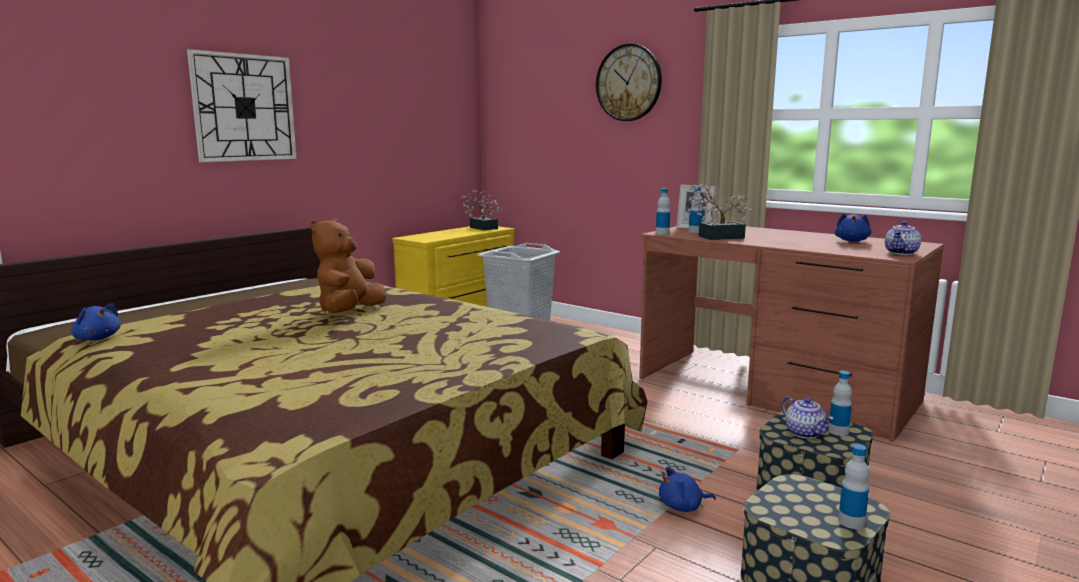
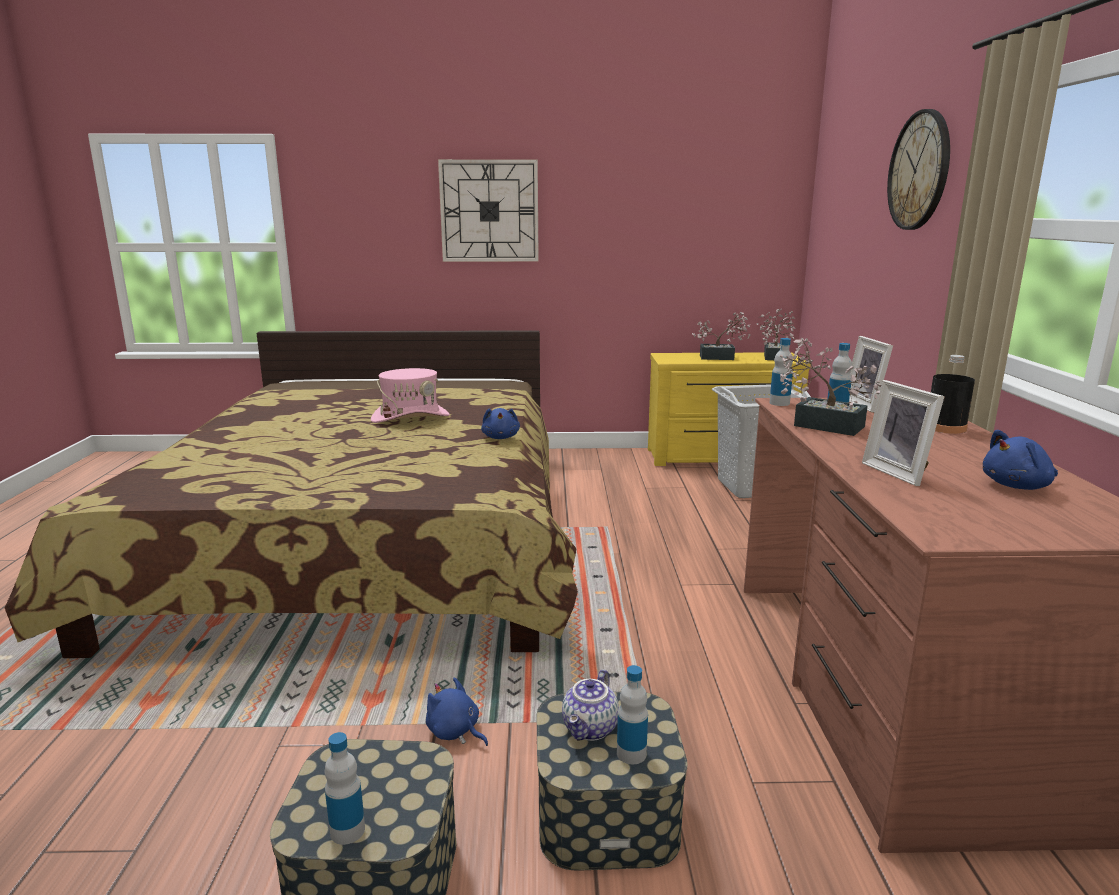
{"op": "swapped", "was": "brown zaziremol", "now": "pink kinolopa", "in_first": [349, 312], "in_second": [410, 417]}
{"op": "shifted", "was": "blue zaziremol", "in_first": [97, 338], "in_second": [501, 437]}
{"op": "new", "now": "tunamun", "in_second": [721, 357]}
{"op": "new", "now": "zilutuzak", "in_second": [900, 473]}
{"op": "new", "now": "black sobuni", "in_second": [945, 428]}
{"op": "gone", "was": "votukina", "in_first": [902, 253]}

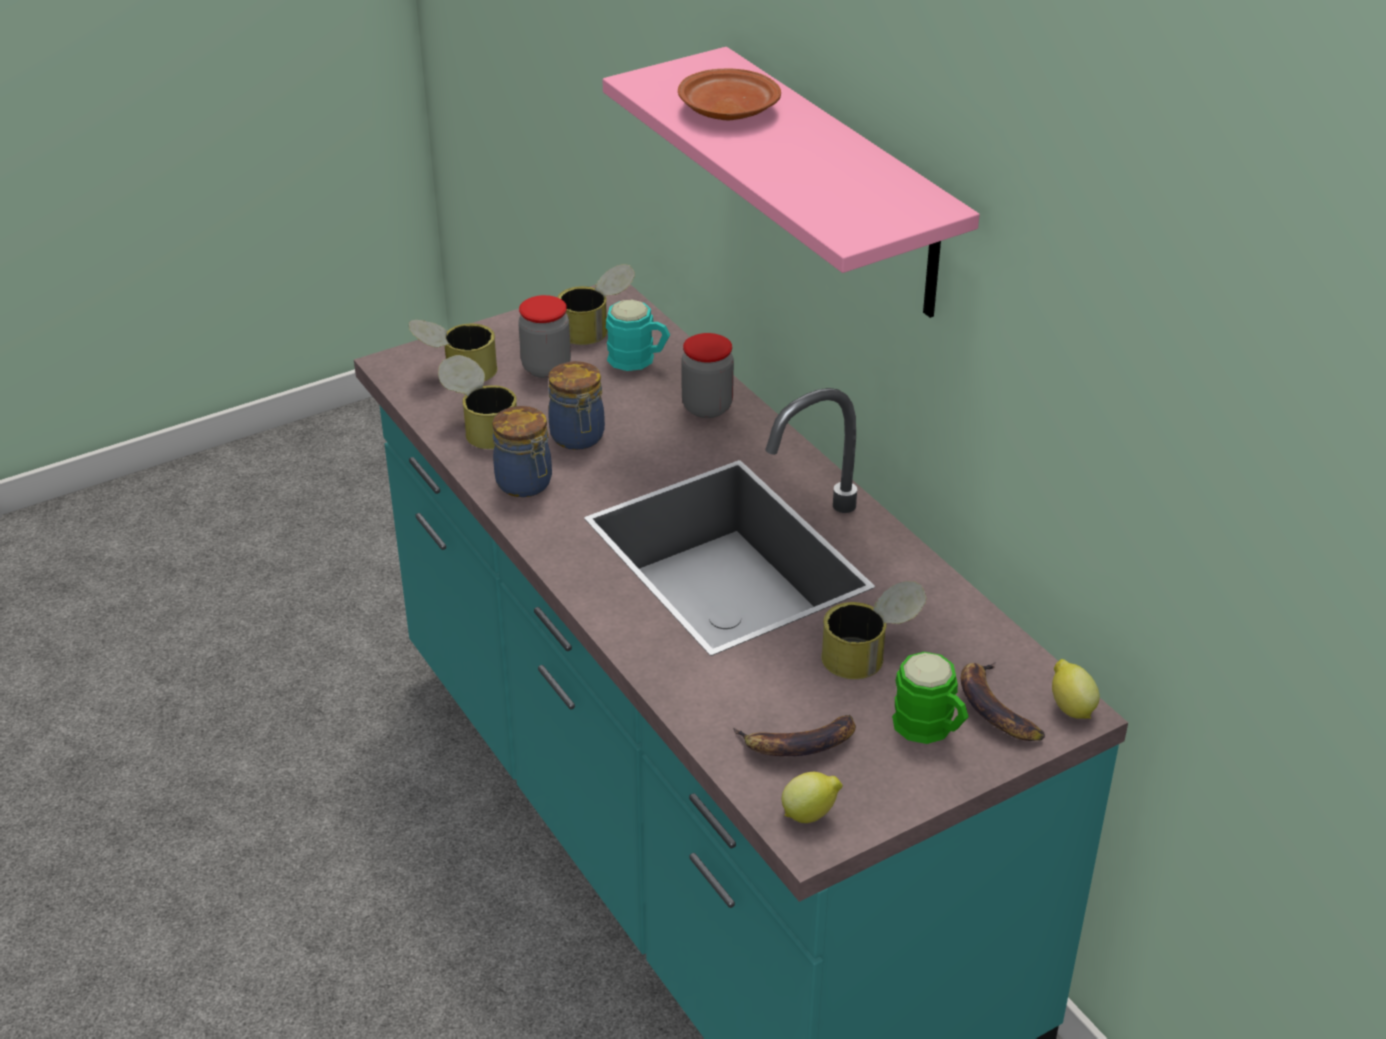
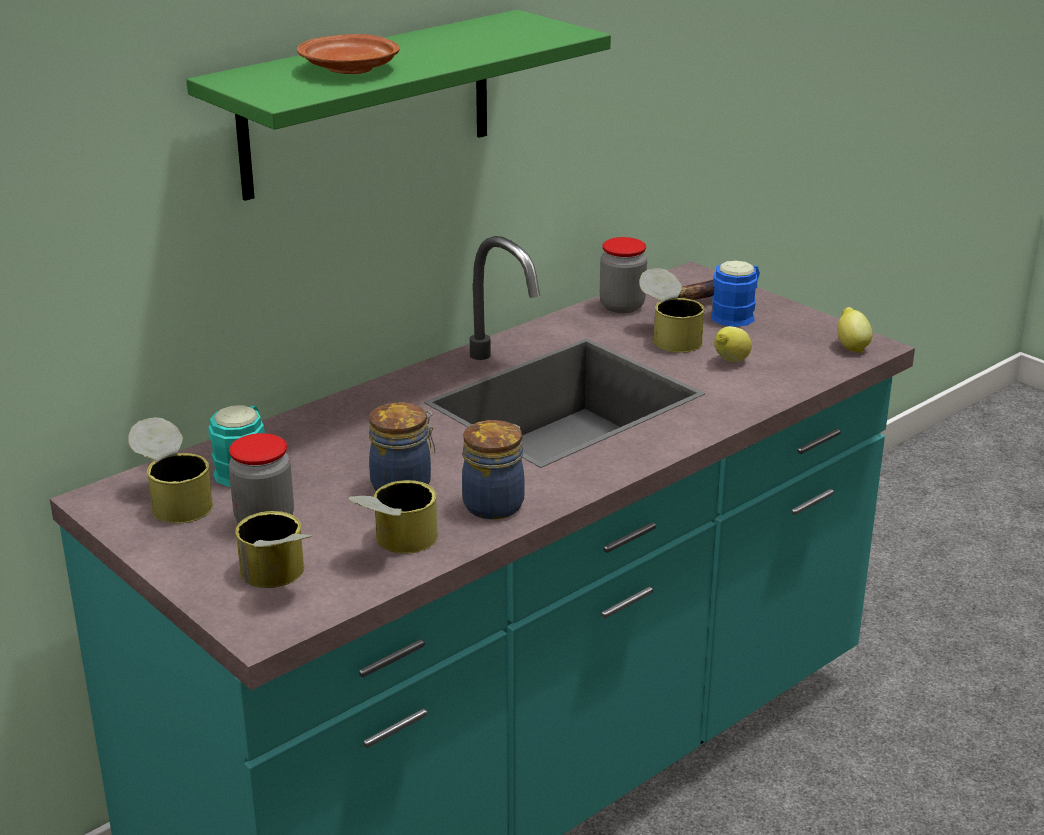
{"op": "repainted", "was": "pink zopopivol", "now": "green zopopivol", "in_first": [840, 185], "in_second": [367, 104]}
{"op": "shifted", "was": "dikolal", "in_first": [707, 407], "in_second": [622, 306]}
{"op": "repainted", "was": "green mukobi", "now": "blue mukobi", "in_first": [931, 728], "in_second": [737, 314]}
{"op": "shifted", "was": "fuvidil", "in_first": [1070, 707], "in_second": [730, 362]}
{"op": "gone", "was": "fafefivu", "in_first": [798, 744]}

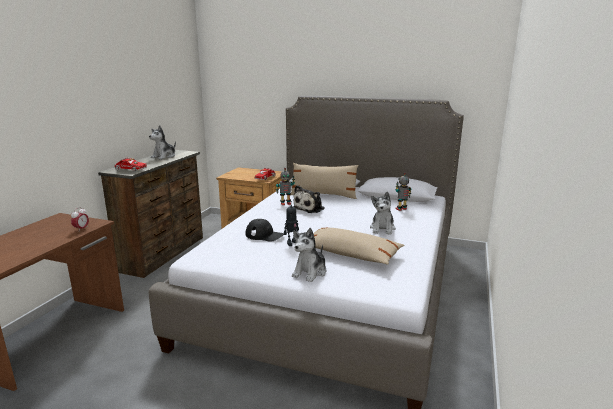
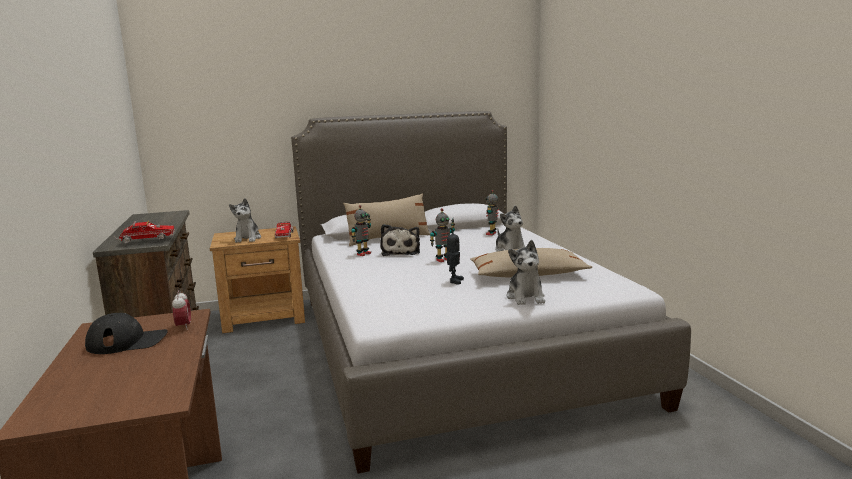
{"op": "shifted", "was": "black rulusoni", "in_first": [264, 235], "in_second": [127, 342]}
{"op": "shifted", "was": "zaziremol", "in_first": [164, 156], "in_second": [247, 239]}
{"op": "new", "now": "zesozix", "in_second": [443, 260]}

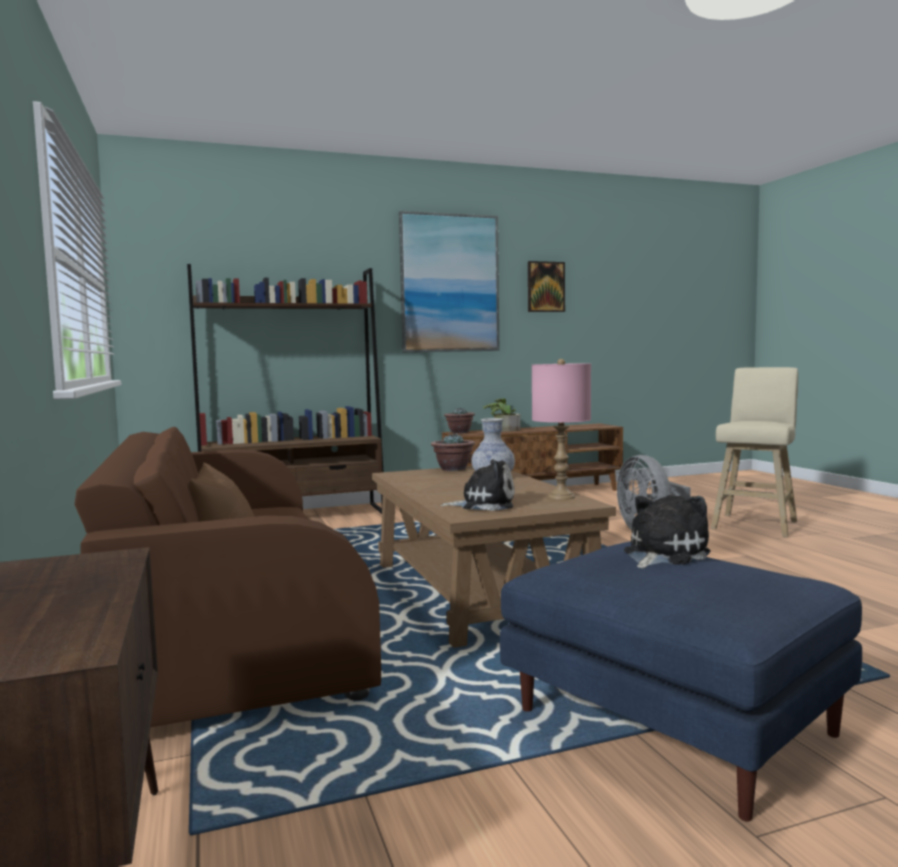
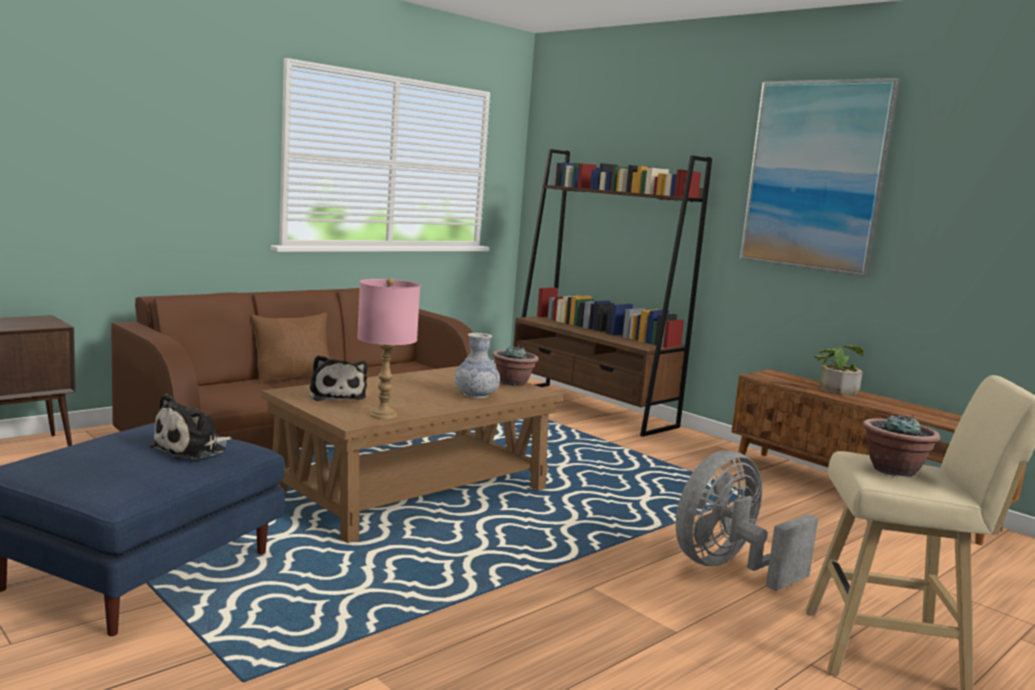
{"op": "rotated", "was": "zaziremol", "in_first": [662, 554], "in_second": [193, 449], "clockwise": 105}
{"op": "shifted", "was": "tunamun", "in_first": [459, 432], "in_second": [893, 470]}
{"op": "gone", "was": "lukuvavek", "in_first": [545, 287]}

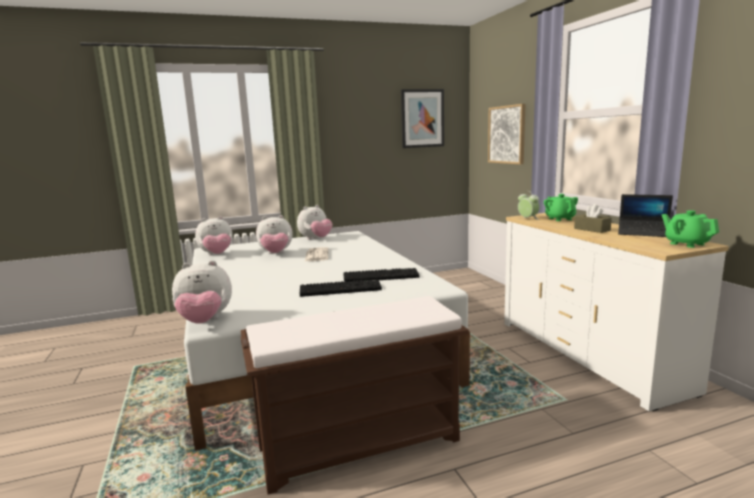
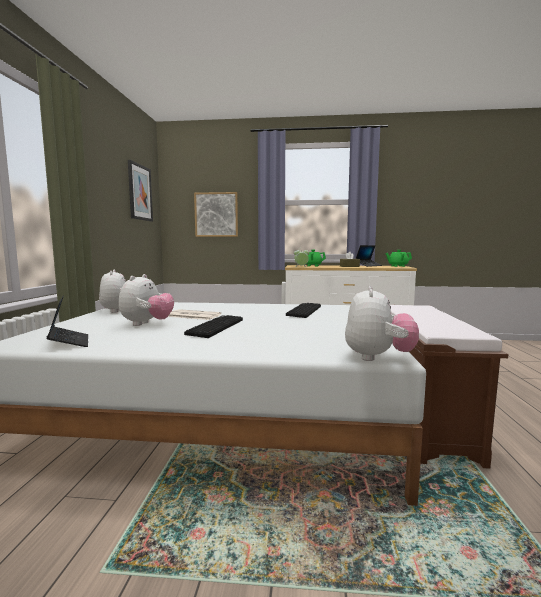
{"op": "swapped", "was": "zaziremol", "now": "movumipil", "in_first": [217, 255], "in_second": [69, 342]}
{"op": "shifted", "was": "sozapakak", "in_first": [341, 289], "in_second": [215, 327]}

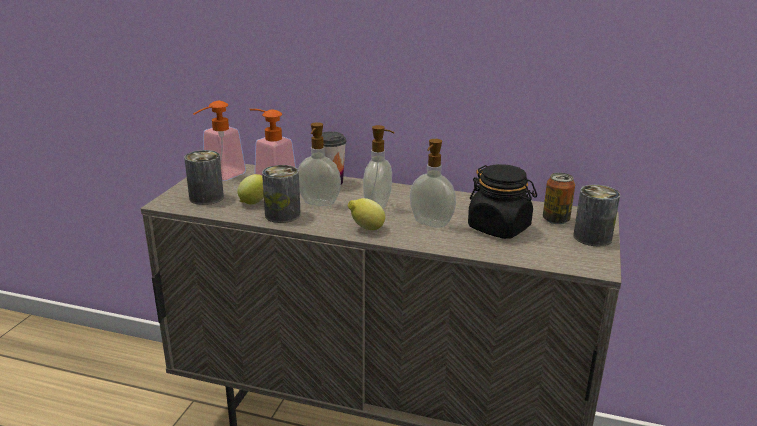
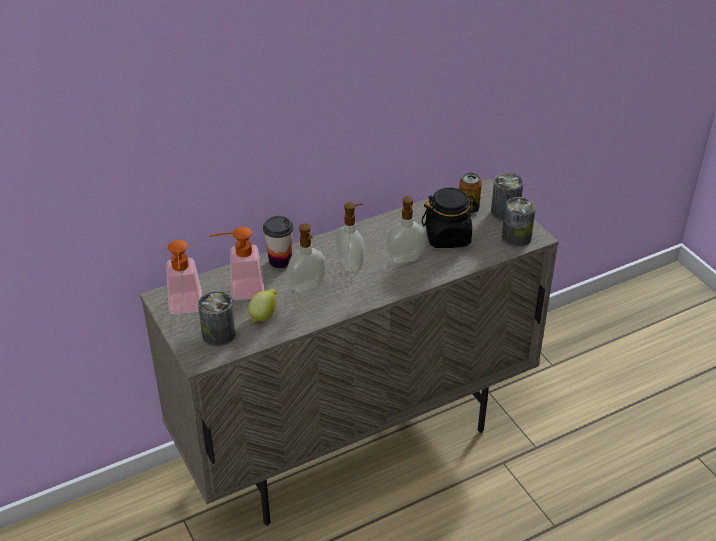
{"op": "shifted", "was": "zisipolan", "in_first": [282, 215], "in_second": [516, 237]}
{"op": "gone", "was": "fuvidil", "in_first": [366, 229]}

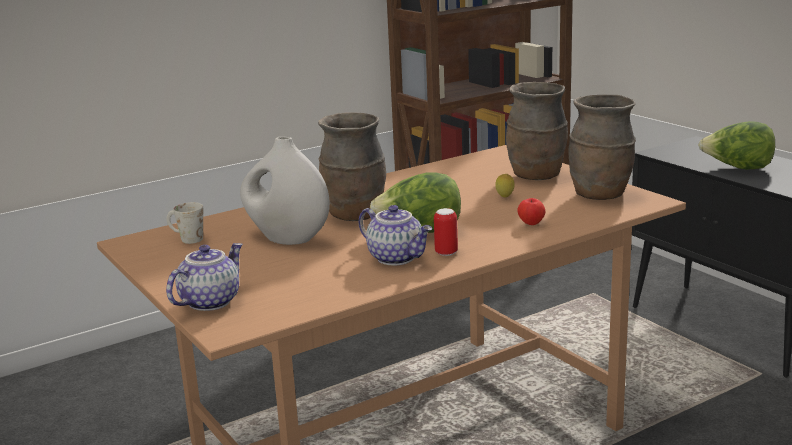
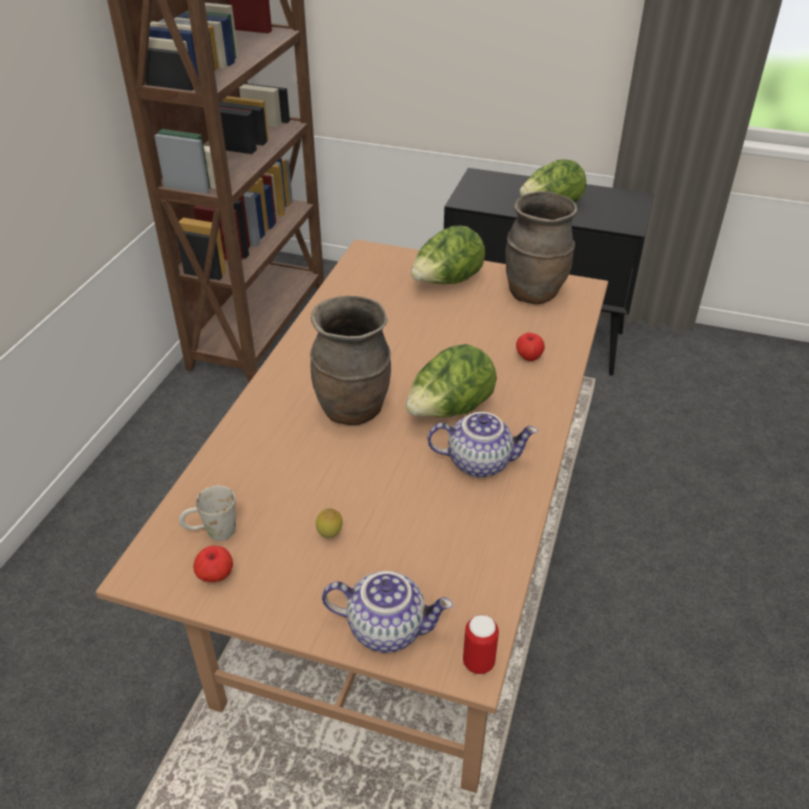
{"op": "new", "now": "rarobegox", "in_second": [215, 576]}
{"op": "shifted", "was": "fuvidil", "in_first": [505, 197], "in_second": [330, 536]}
{"op": "rotated", "was": "votukina", "in_first": [209, 301], "in_second": [388, 627], "clockwise": 105}
{"op": "swapped", "was": "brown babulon", "now": "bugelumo", "in_first": [537, 176], "in_second": [447, 283]}
{"op": "shifted", "was": "zisipolan", "in_first": [446, 253], "in_second": [478, 662]}
{"op": "gone", "was": "white babulon", "in_first": [287, 239]}

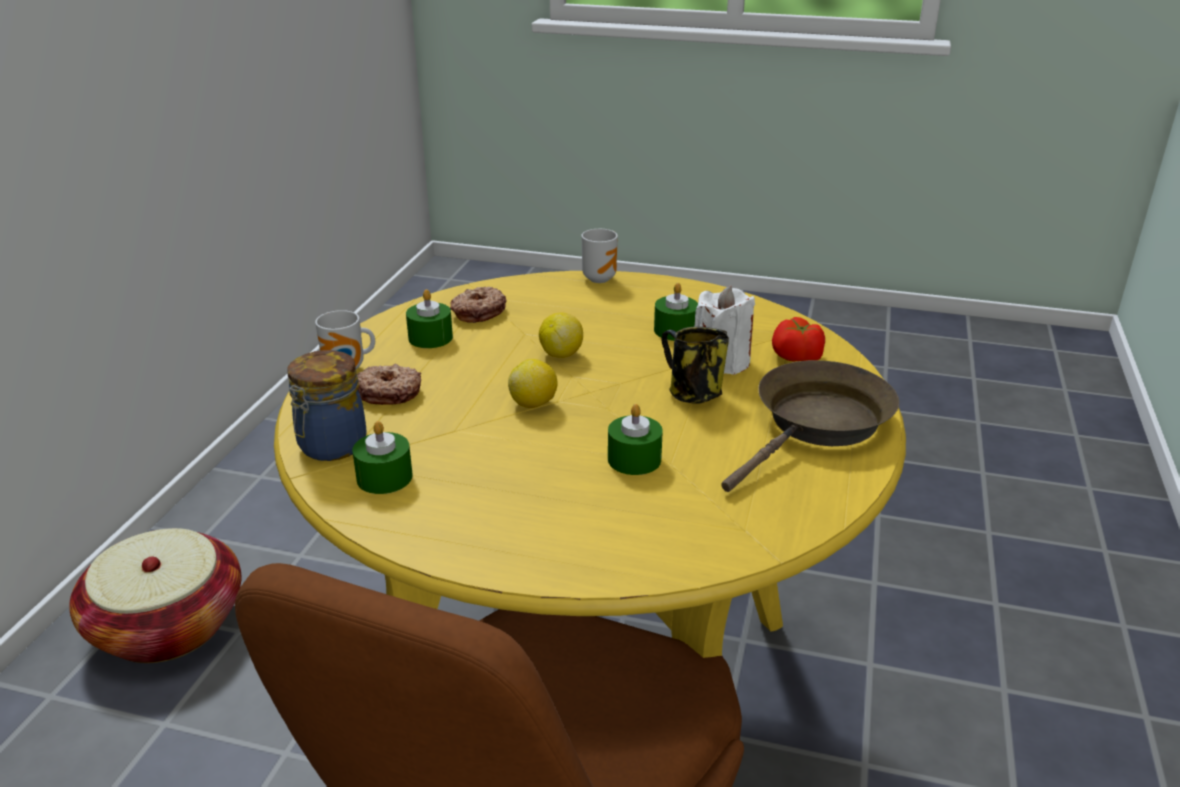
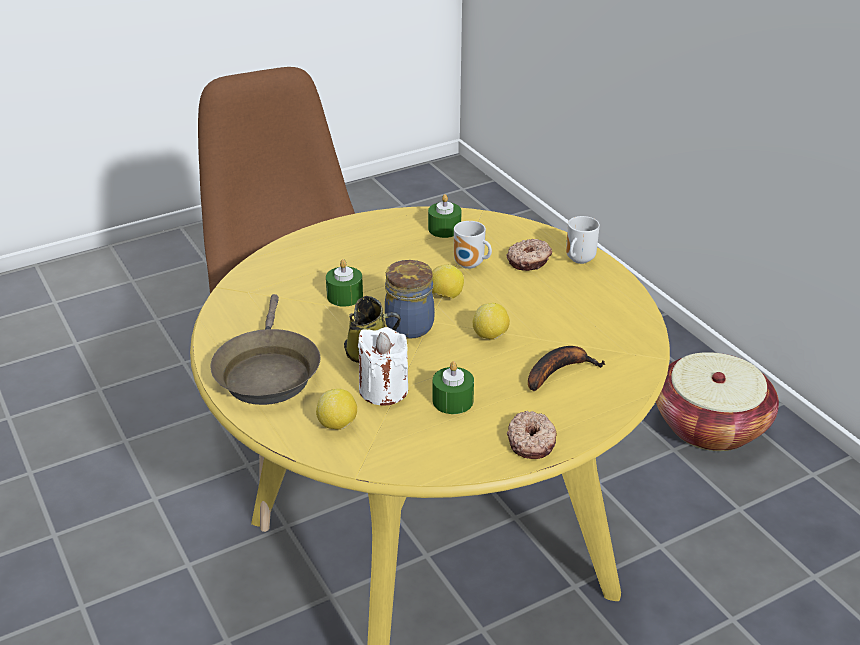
{"op": "swapped", "was": "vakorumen", "now": "fuvidil", "in_first": [796, 357], "in_second": [338, 425]}
{"op": "shifted", "was": "dikolal", "in_first": [330, 446], "in_second": [409, 325]}
{"op": "shifted", "was": "mukobi", "in_first": [600, 278], "in_second": [470, 265]}
{"op": "shifted", "was": "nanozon", "in_first": [478, 312], "in_second": [532, 442]}
{"op": "new", "now": "fafefivu", "in_second": [558, 371]}
{"op": "gone", "was": "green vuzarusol", "in_first": [430, 338]}

